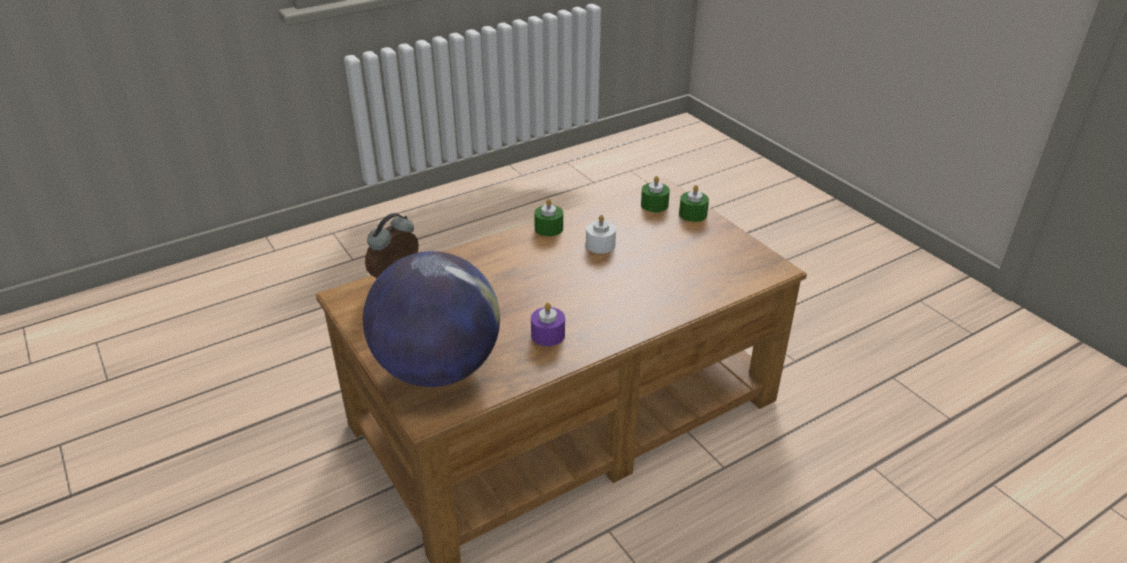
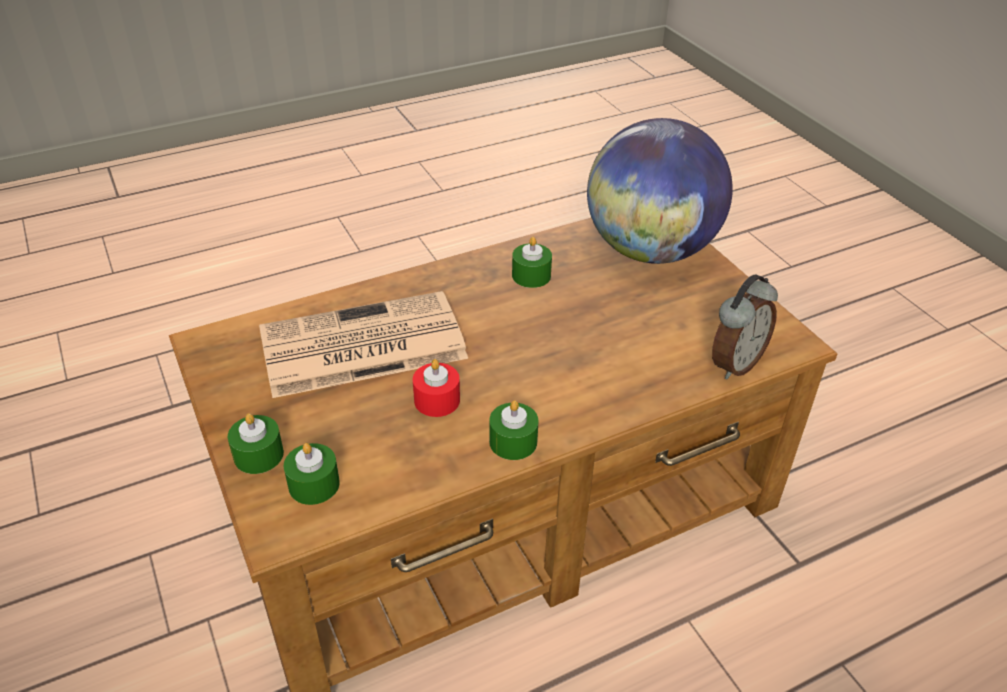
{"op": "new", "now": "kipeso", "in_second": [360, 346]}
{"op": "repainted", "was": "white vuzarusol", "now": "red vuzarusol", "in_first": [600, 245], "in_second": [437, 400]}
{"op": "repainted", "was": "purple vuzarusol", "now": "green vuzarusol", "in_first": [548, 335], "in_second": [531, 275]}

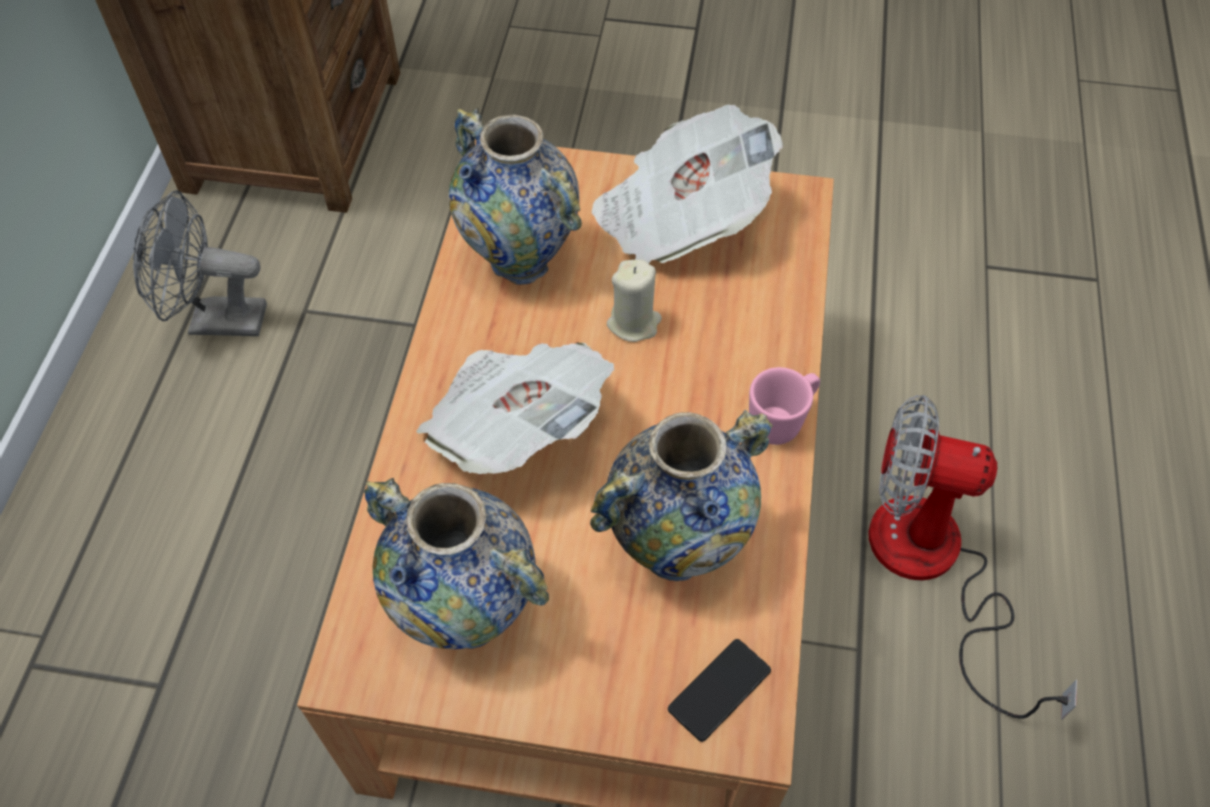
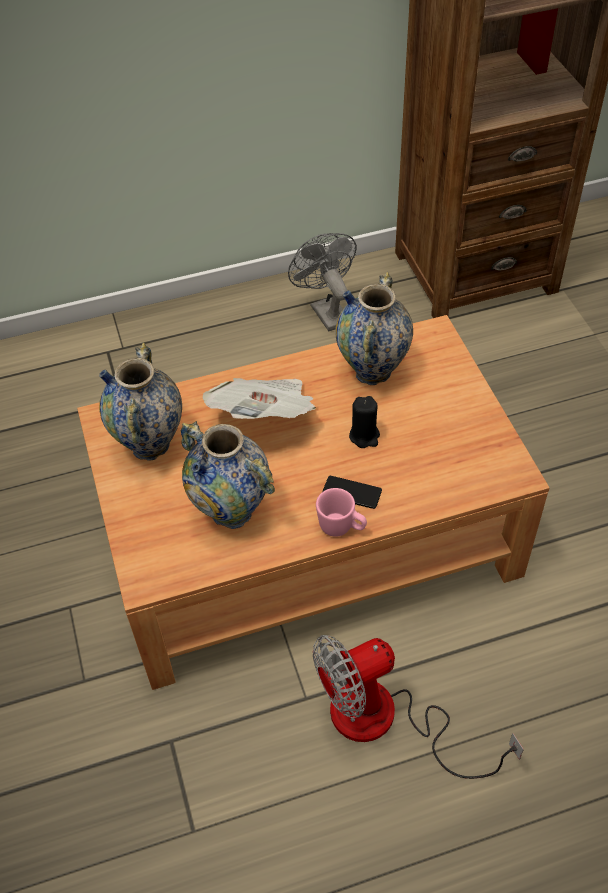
{"op": "rotated", "was": "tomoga", "in_first": [932, 569], "in_second": [386, 721], "clockwise": -105}
{"op": "shifted", "was": "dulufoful", "in_first": [719, 690], "in_second": [351, 493]}
{"op": "repainted", "was": "beige vuzarusol", "now": "black vuzarusol", "in_first": [634, 323], "in_second": [364, 436]}
{"op": "gone", "was": "kipeso", "in_first": [680, 219]}

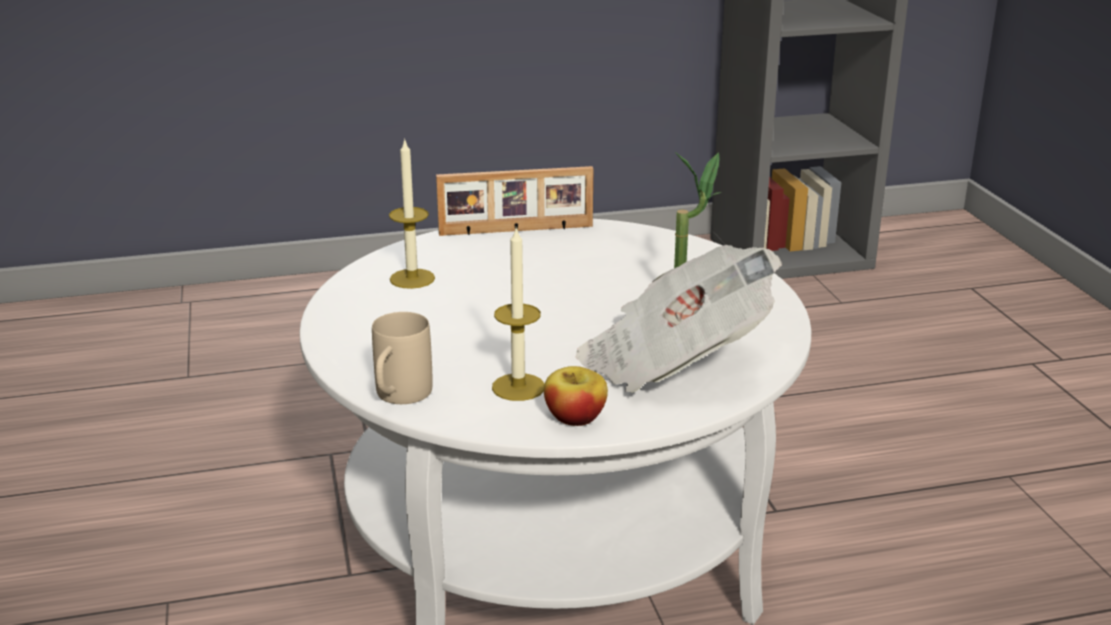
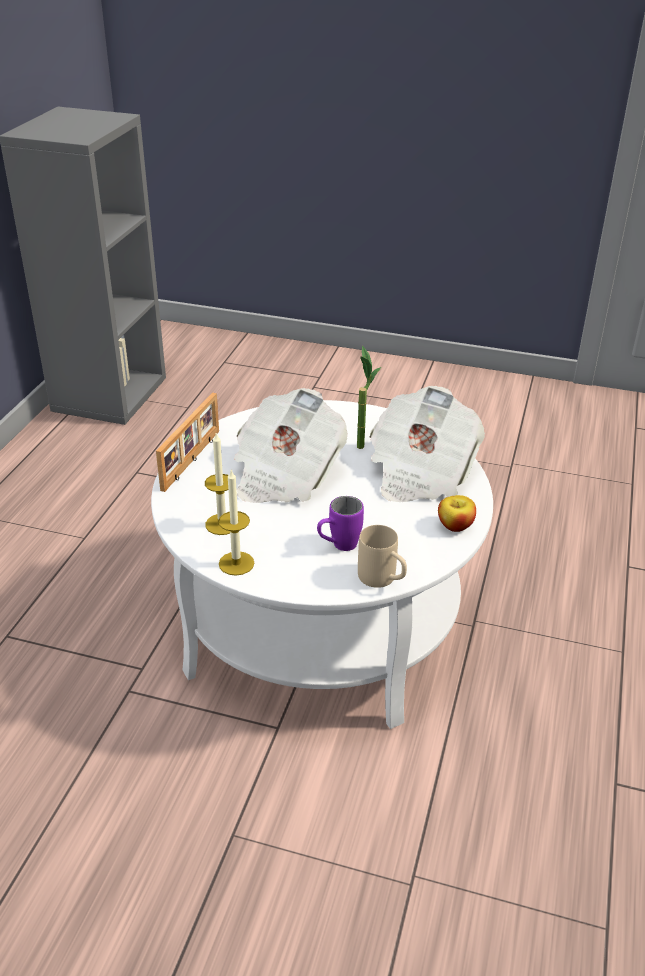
{"op": "shifted", "was": "vuzarusol", "in_first": [518, 387], "in_second": [236, 563]}
{"op": "new", "now": "kipeso", "in_second": [285, 474]}
{"op": "new", "now": "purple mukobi", "in_second": [338, 546]}

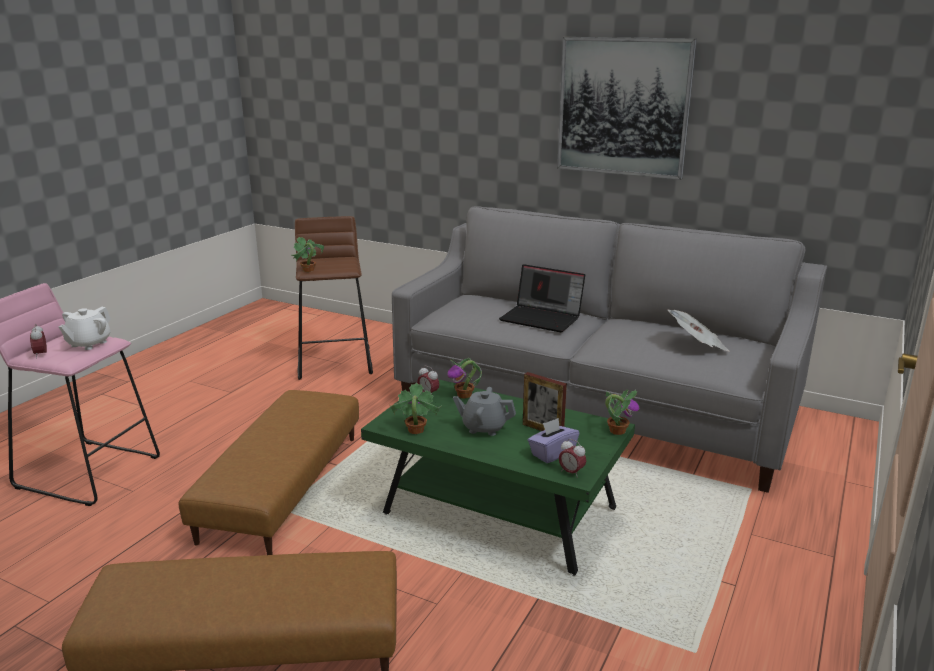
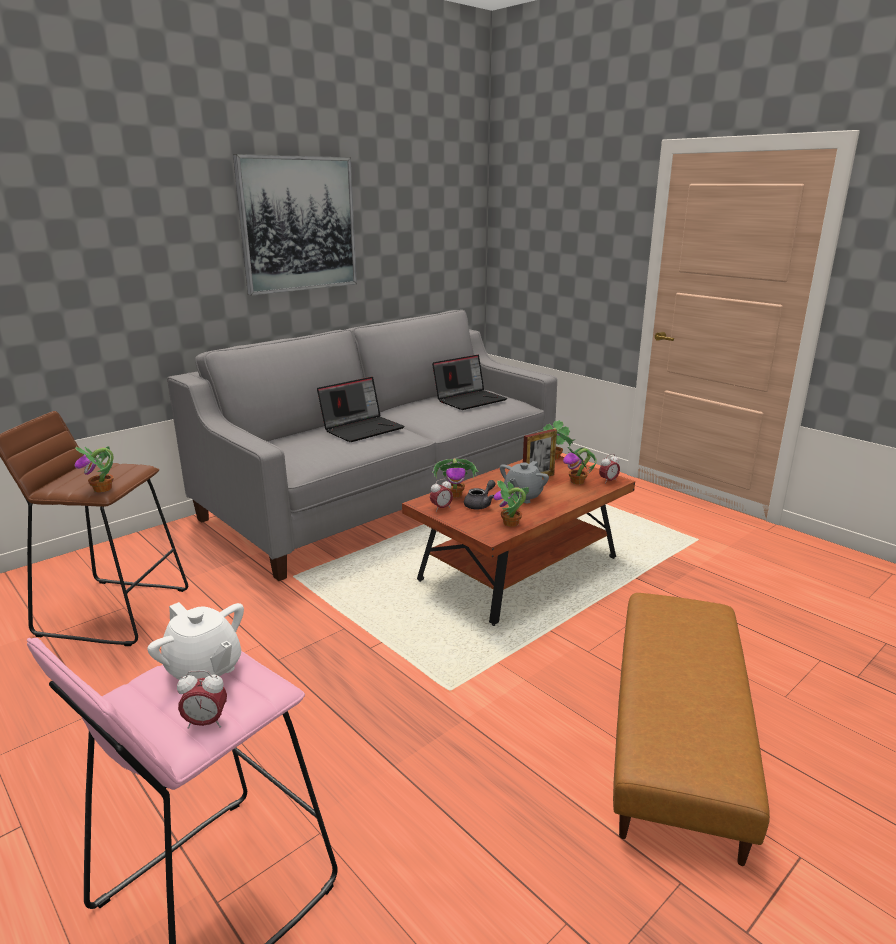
{"op": "repainted", "was": "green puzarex", "now": "brown puzarex", "in_first": [499, 512], "in_second": [519, 570]}
{"op": "swapped", "was": "kipeso", "now": "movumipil", "in_first": [697, 345], "in_second": [470, 399]}
{"op": "new", "now": "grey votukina", "in_second": [480, 504]}
{"op": "swapped", "was": "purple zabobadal", "now": "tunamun", "in_first": [552, 453], "in_second": [577, 481]}
{"op": "gone", "was": "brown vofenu", "in_first": [284, 486]}

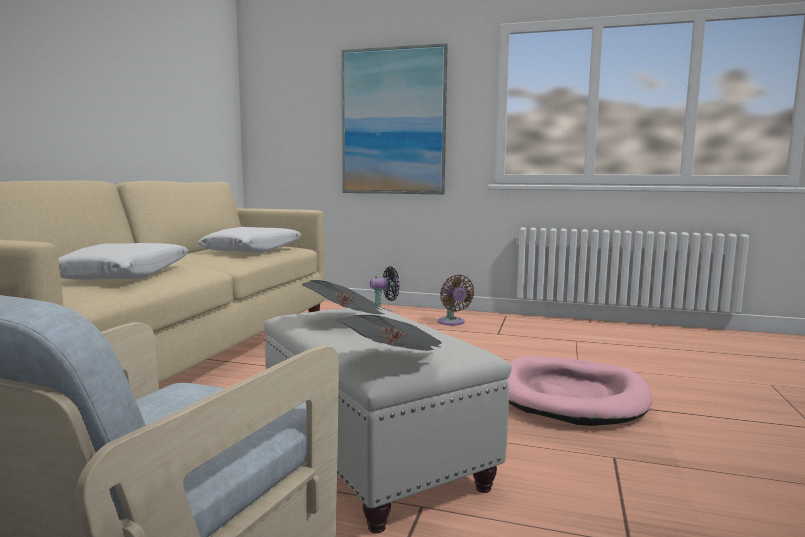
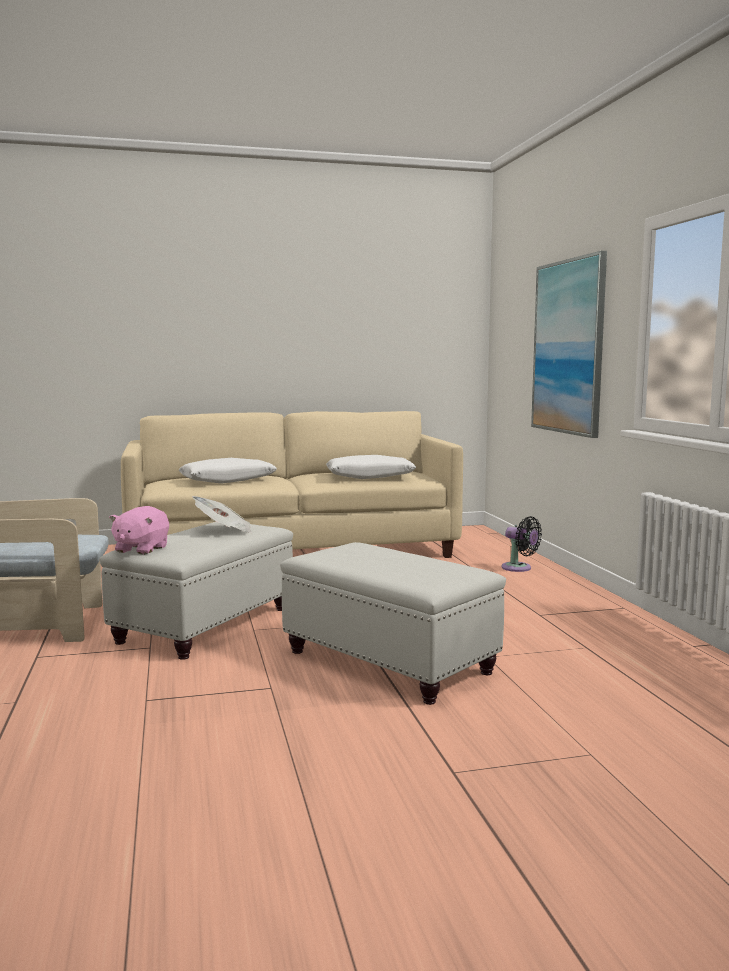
{"op": "swapped", "was": "kipeso", "now": "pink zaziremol", "in_first": [393, 363], "in_second": [141, 549]}
{"op": "swapped", "was": "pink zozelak", "now": "white vofenu", "in_first": [570, 396], "in_second": [389, 662]}
{"op": "gone", "was": "brown tomoga", "in_first": [452, 322]}

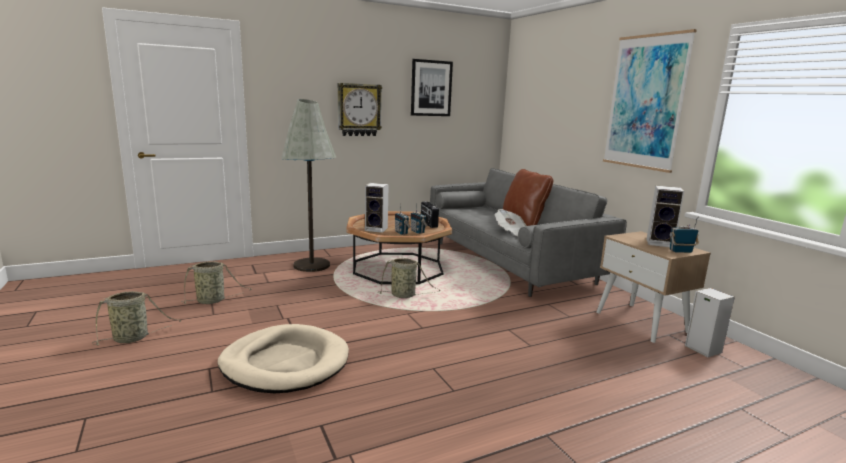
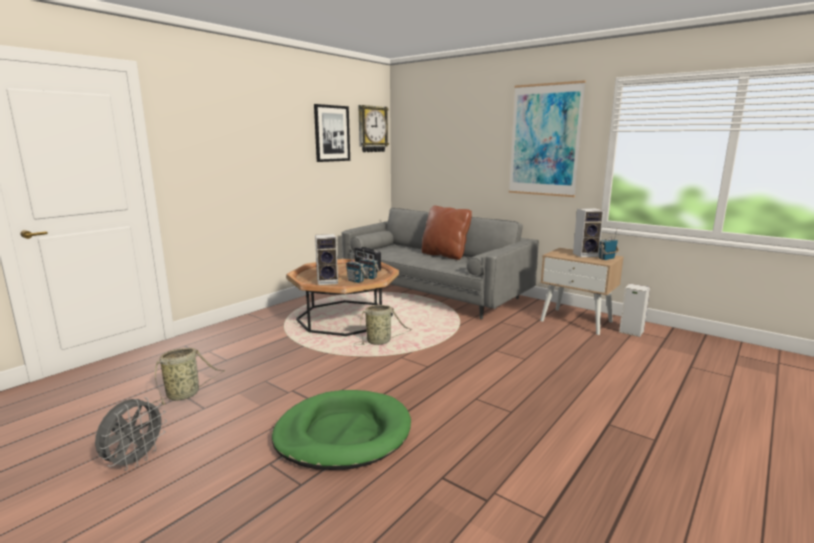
{"op": "swapped", "was": "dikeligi", "now": "grey tomoga", "in_first": [133, 338], "in_second": [135, 461]}
{"op": "repainted", "was": "beige zozelak", "now": "green zozelak", "in_first": [285, 363], "in_second": [343, 434]}
{"op": "shifted", "was": "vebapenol", "in_first": [359, 110], "in_second": [372, 129]}
{"op": "gone", "was": "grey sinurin", "in_first": [311, 265]}
{"op": "gone", "was": "kipeso", "in_first": [511, 232]}

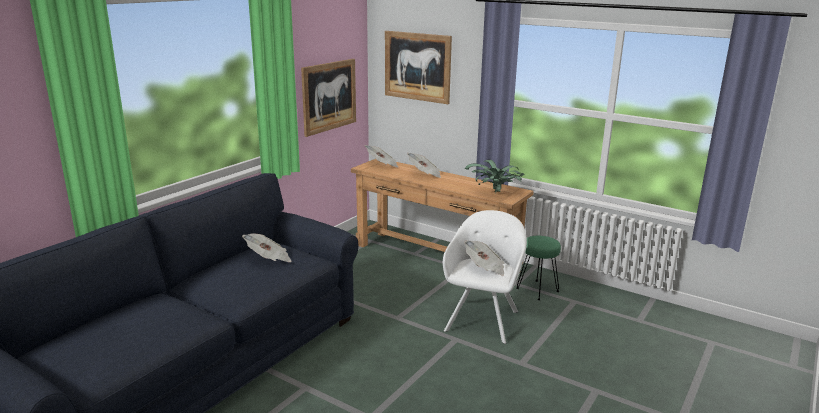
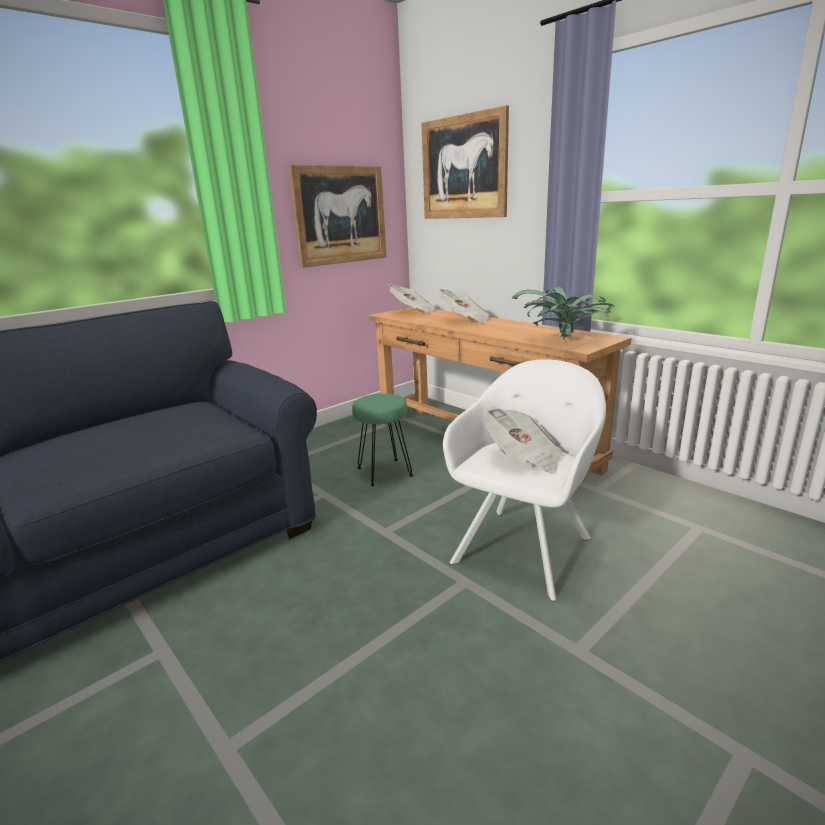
{"op": "shifted", "was": "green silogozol", "in_first": [537, 290], "in_second": [383, 472]}
{"op": "gone", "was": "kipeso", "in_first": [269, 259]}

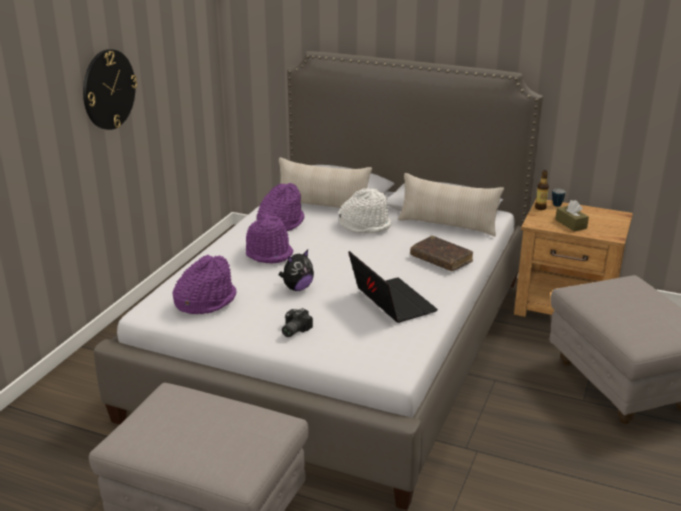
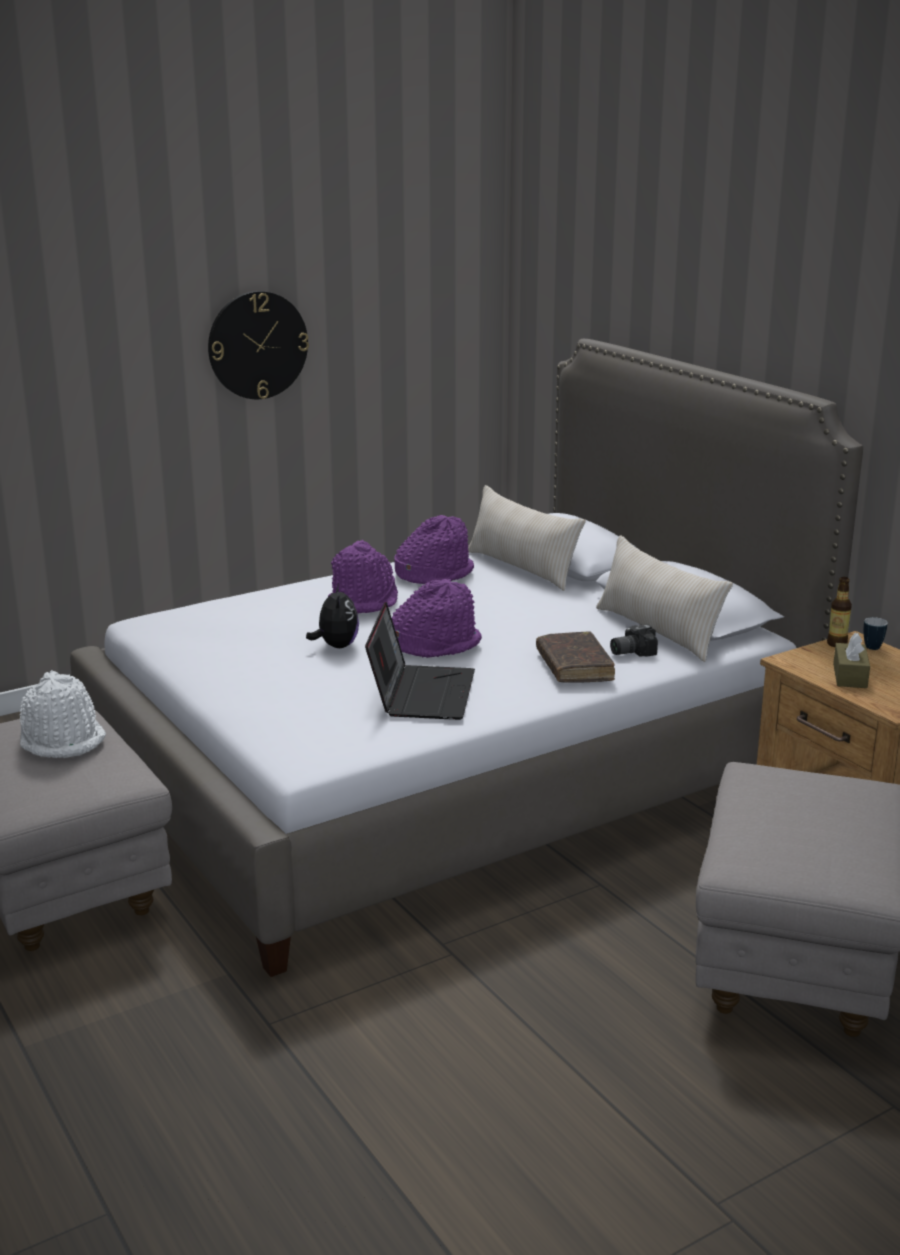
{"op": "shifted", "was": "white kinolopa", "in_first": [365, 225], "in_second": [63, 740]}
{"op": "rotated", "was": "zaziremol", "in_first": [297, 288], "in_second": [336, 646], "clockwise": -90}
{"op": "shifted", "was": "purple kinolopa", "in_first": [205, 301], "in_second": [435, 644]}
{"op": "shifted", "was": "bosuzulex", "in_first": [293, 330], "in_second": [630, 652]}

